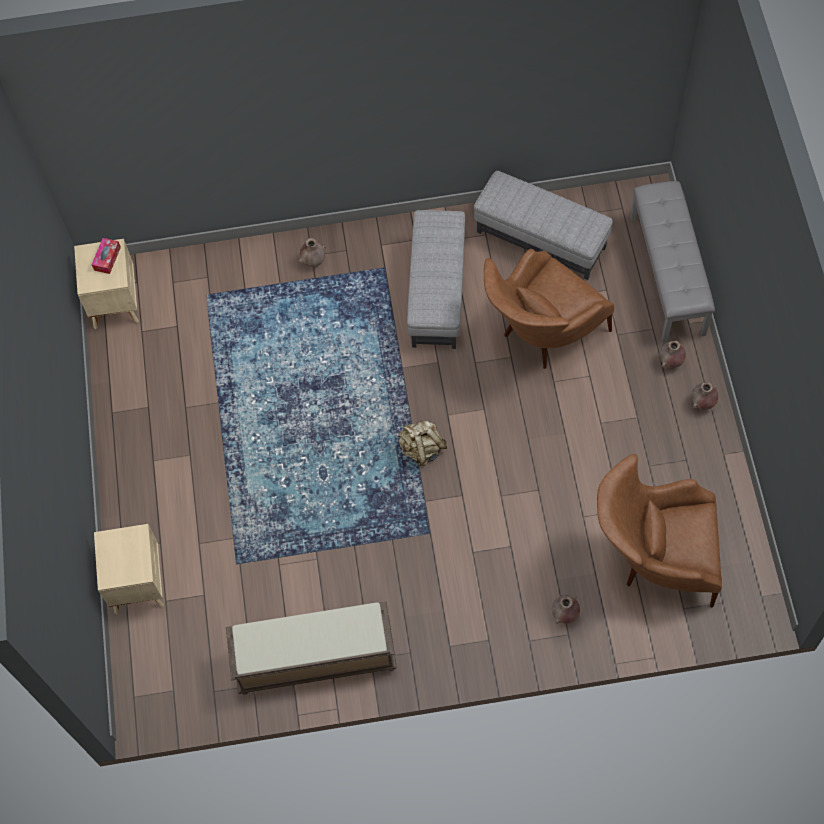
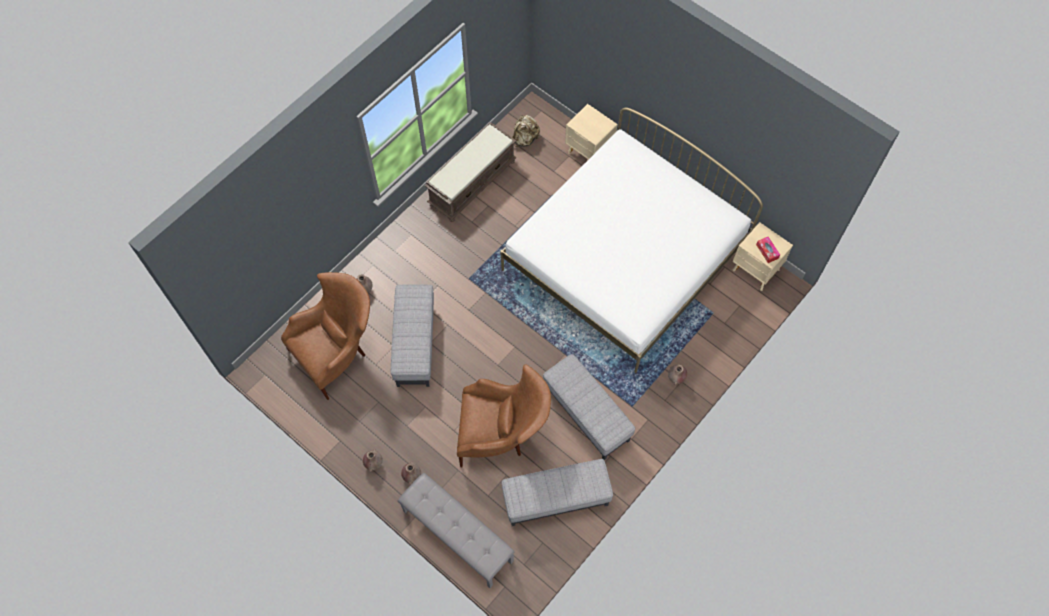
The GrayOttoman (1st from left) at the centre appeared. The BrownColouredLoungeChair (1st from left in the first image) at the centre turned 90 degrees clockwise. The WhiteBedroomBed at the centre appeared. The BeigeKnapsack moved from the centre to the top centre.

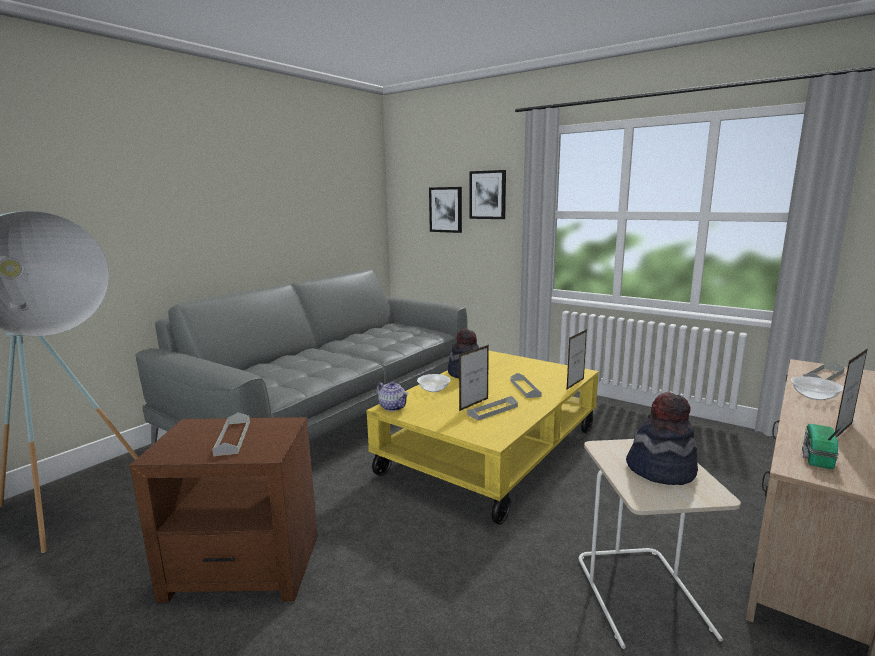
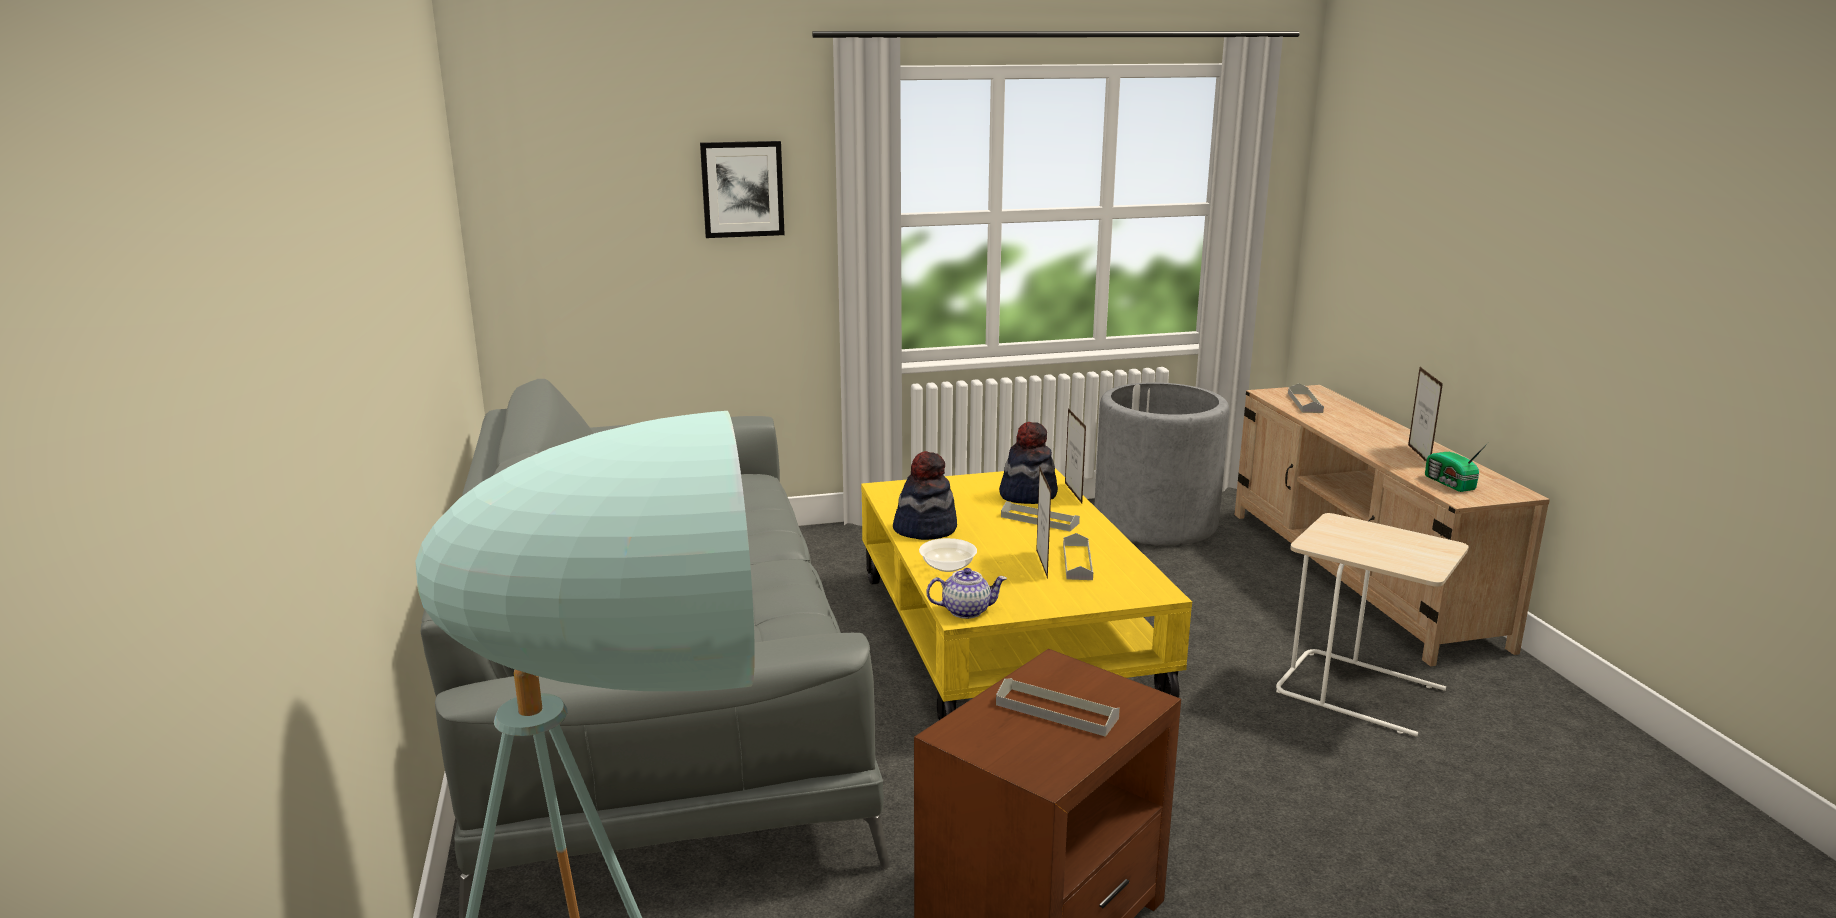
The WearableHat (2nd from left) moved from the bottom right to the centre. The GrayPlantPot at the centre appeared. The WallPicture (1st from left) at the top centre disappeared. The Bowl (2nd from left) at the middle right disappeared.

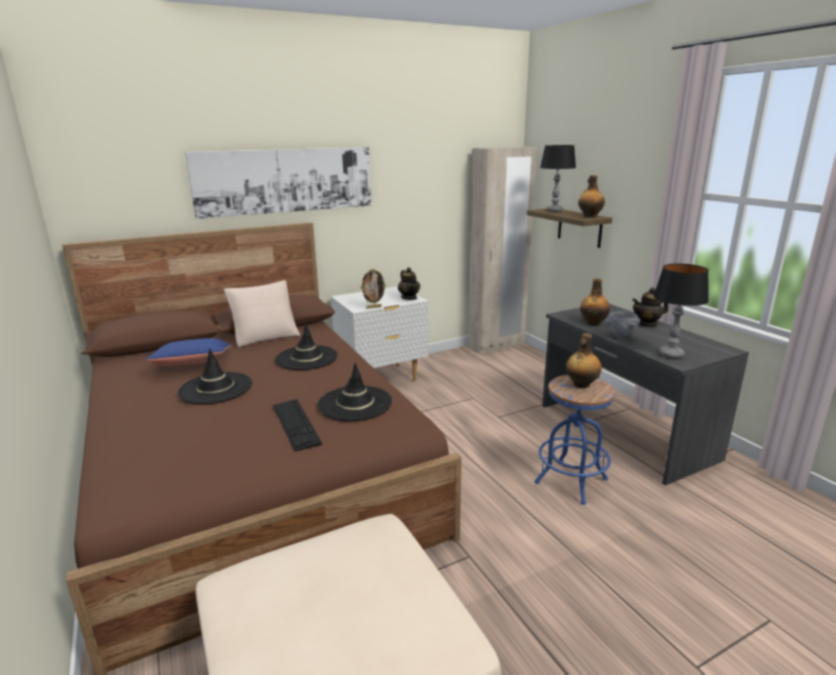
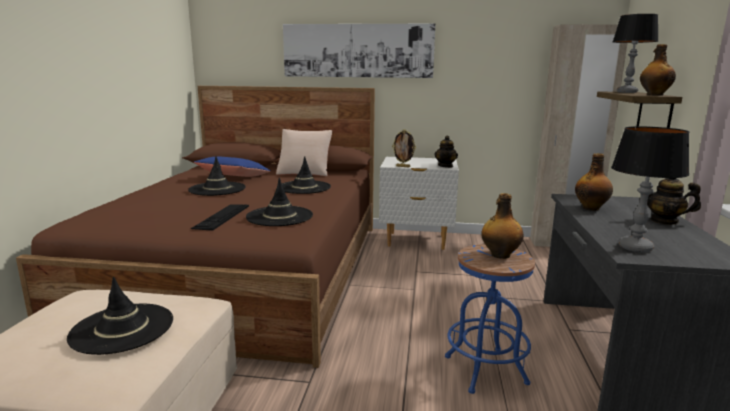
The BlackColouredWearableHat (1st from left) at the bottom left appeared. The GrayBowl at the middle right disappeared.

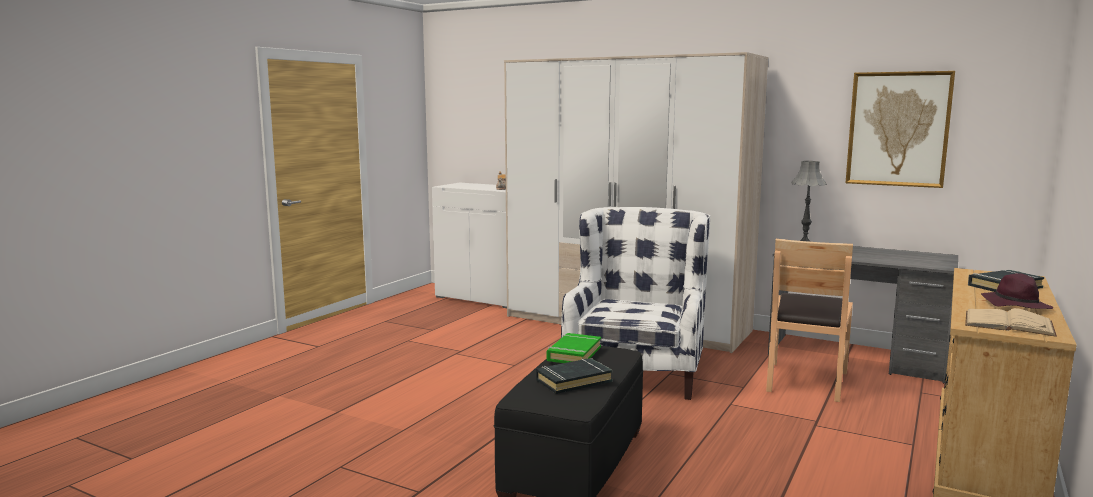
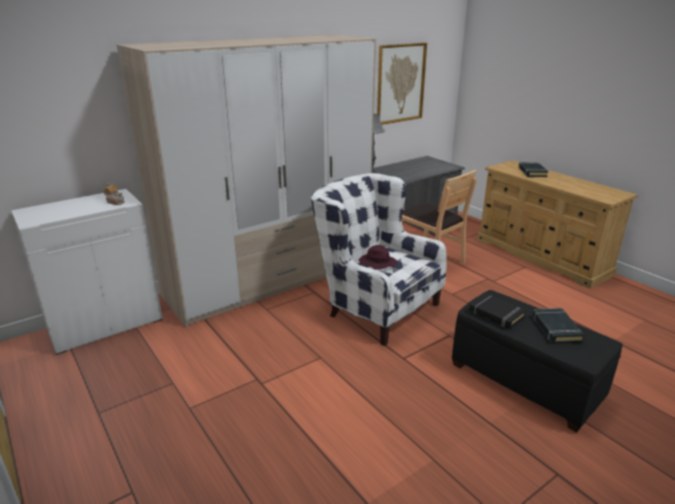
The PurpleWearableHat moved from the middle right to the centre. The GreenishBoundBook at the bottom centre became the BlackColouredBoundBook (1st from left) at the middle right. The BeigeBoundBook at the middle right disappeared.

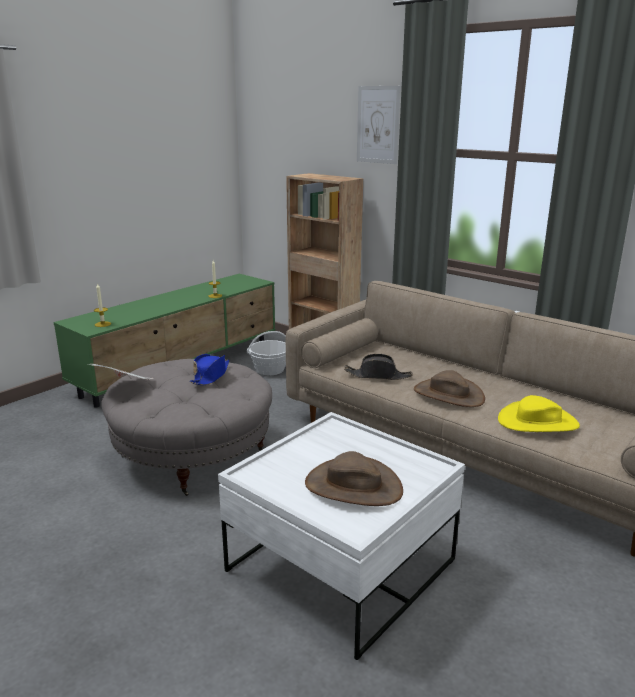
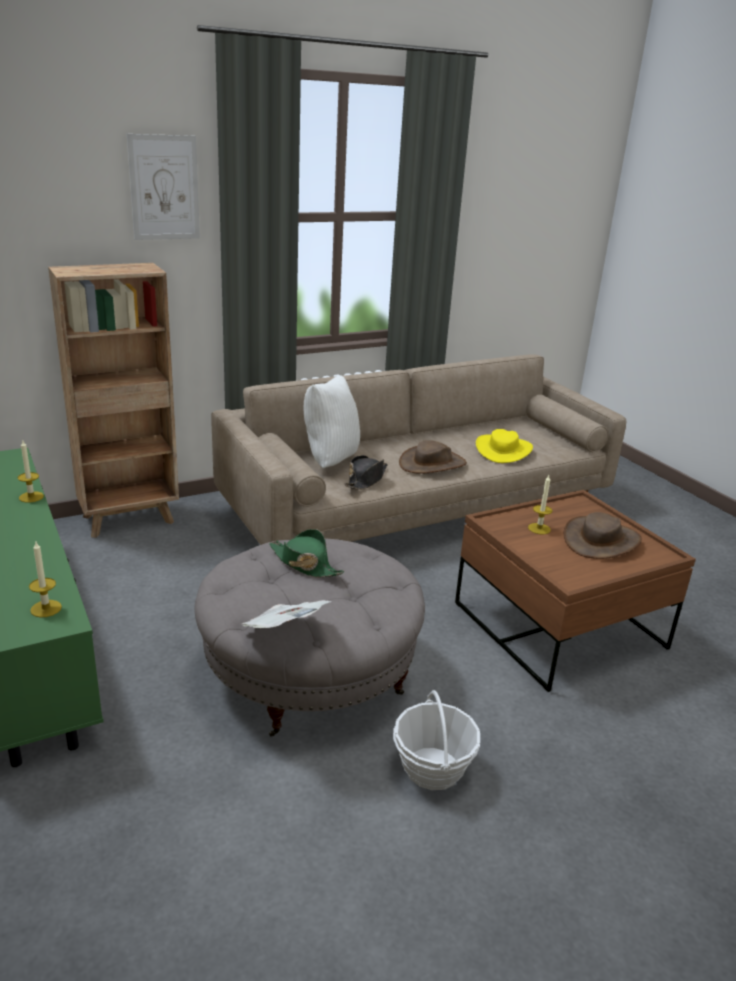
The BlueWearableHat at the middle left became the GreenishWearableHat at the centre. The WhitePillow at the centre appeared. The HouseholdBasket moved from the centre to the bottom centre. The WhiteLoungeTable at the bottom centre became the BrownColouredLoungeTable at the middle right. The WaxLight (3rd from left) at the middle right appeared.

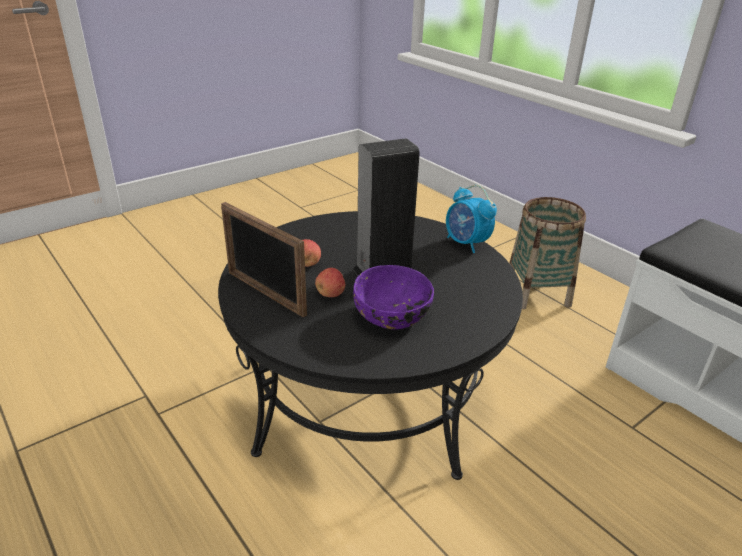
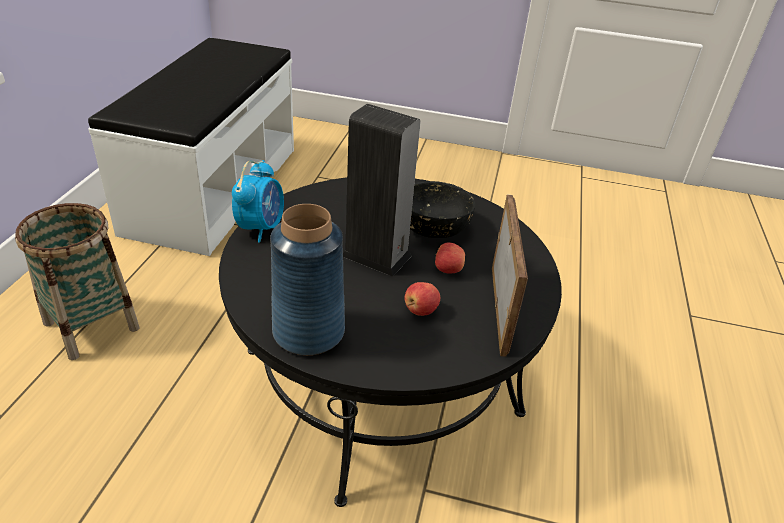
The BlueVase at the centre appeared. The PurpleBowl at the centre became the BlackColouredBowl at the centre.

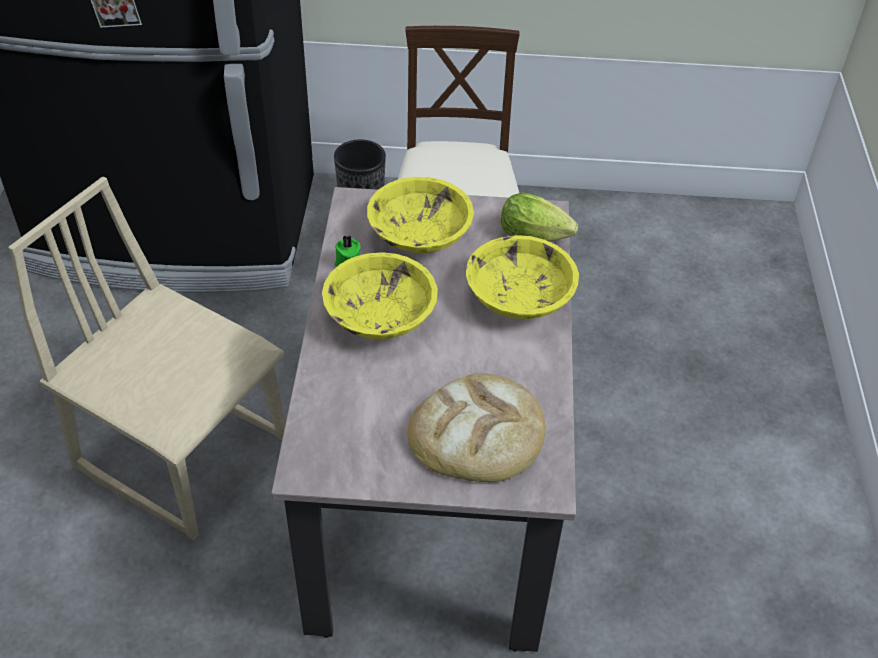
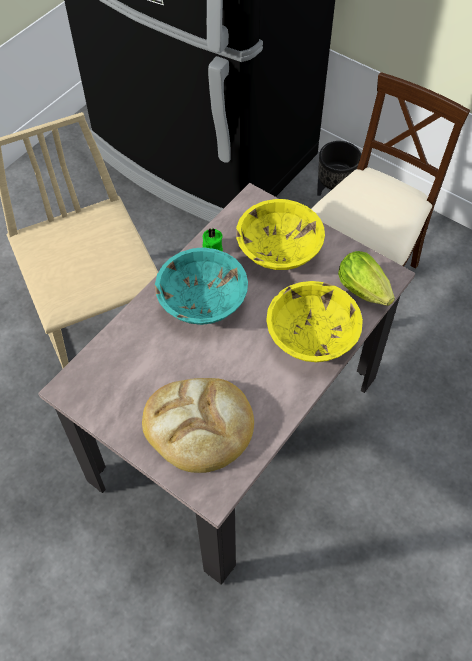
The YellowColouredBowl (1st from left) at the centre became the TurquoiseBowl at the centre.

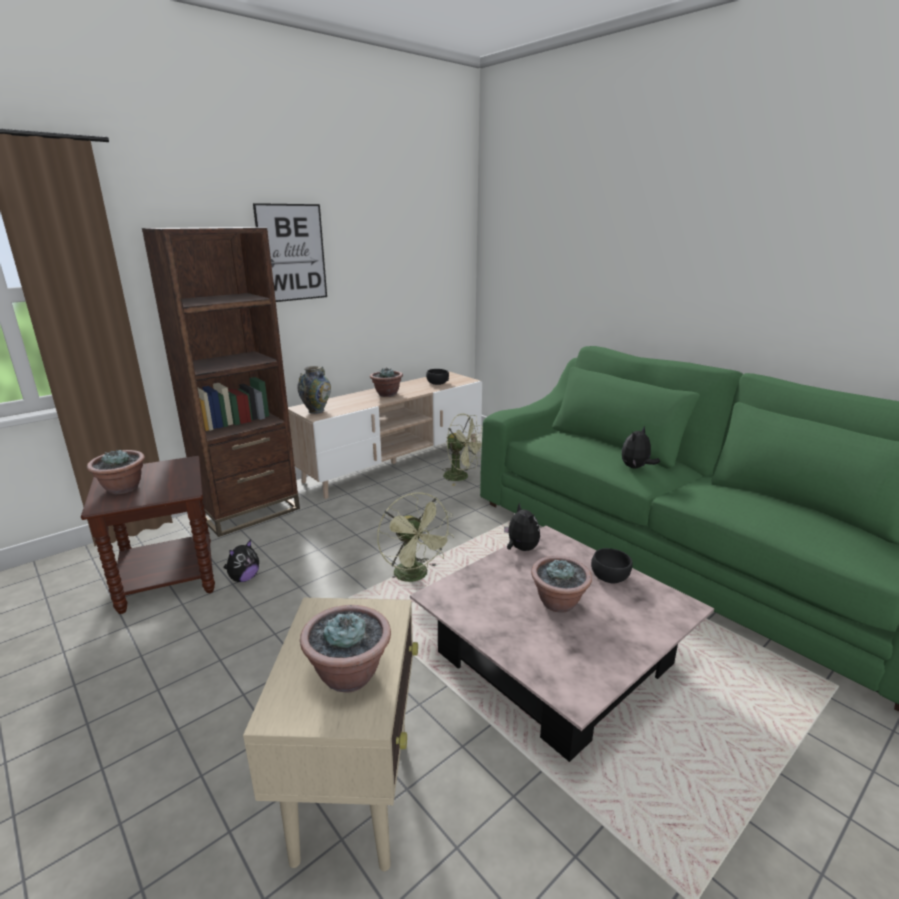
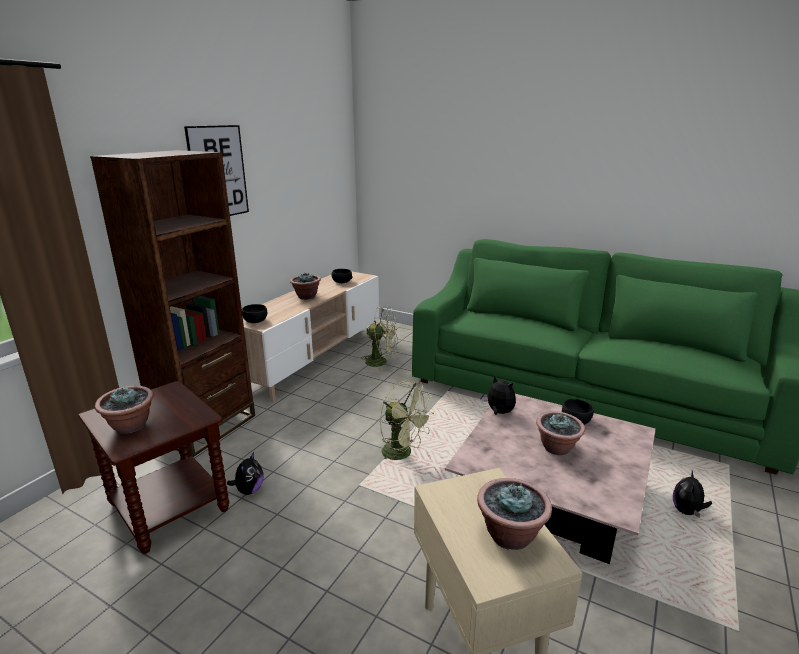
The Vase at the centre was replaced by the BlackColouredBowl (1st from left) at the middle left. The PlushToy (3rd from left) moved from the middle right to the bottom right.

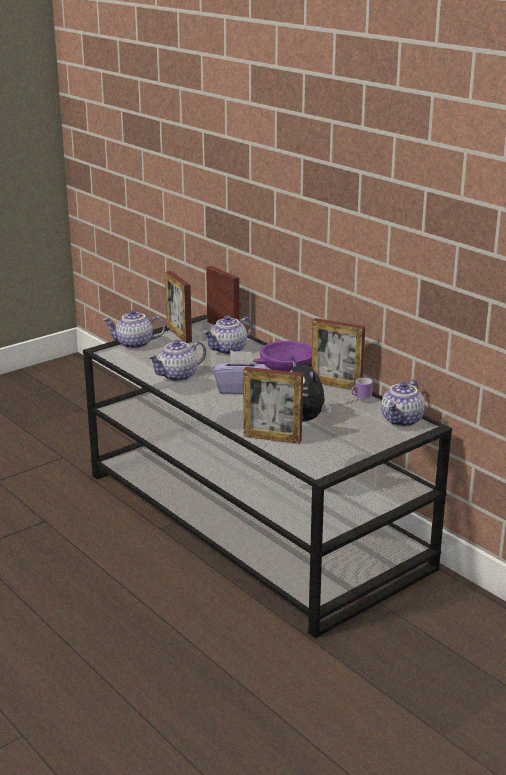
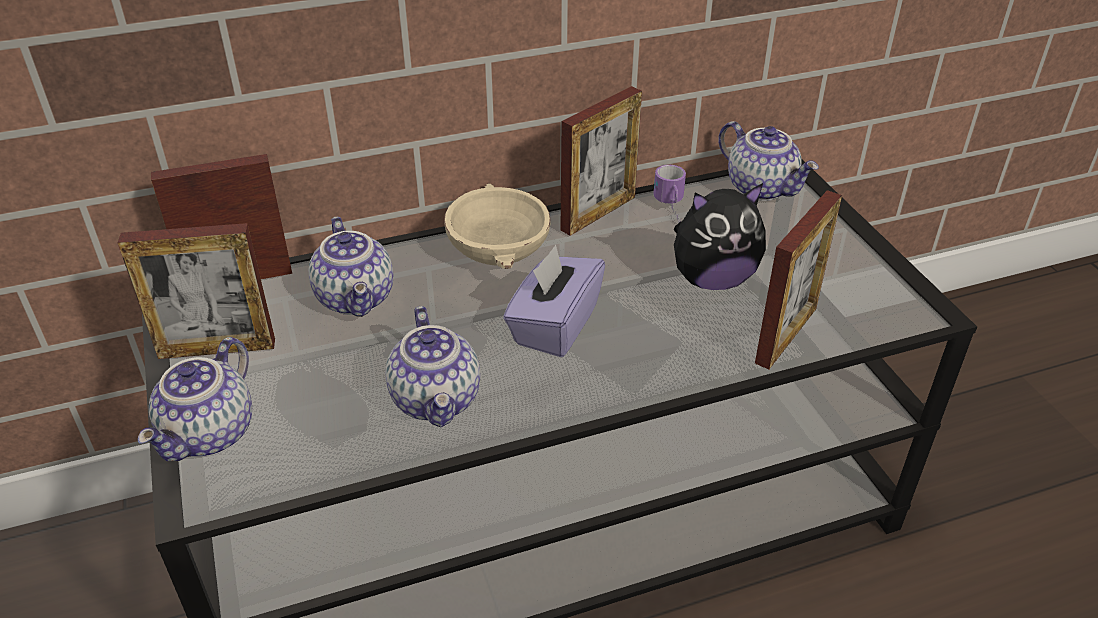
The PurpleBowl at the centre became the BeigeBowl at the centre.

